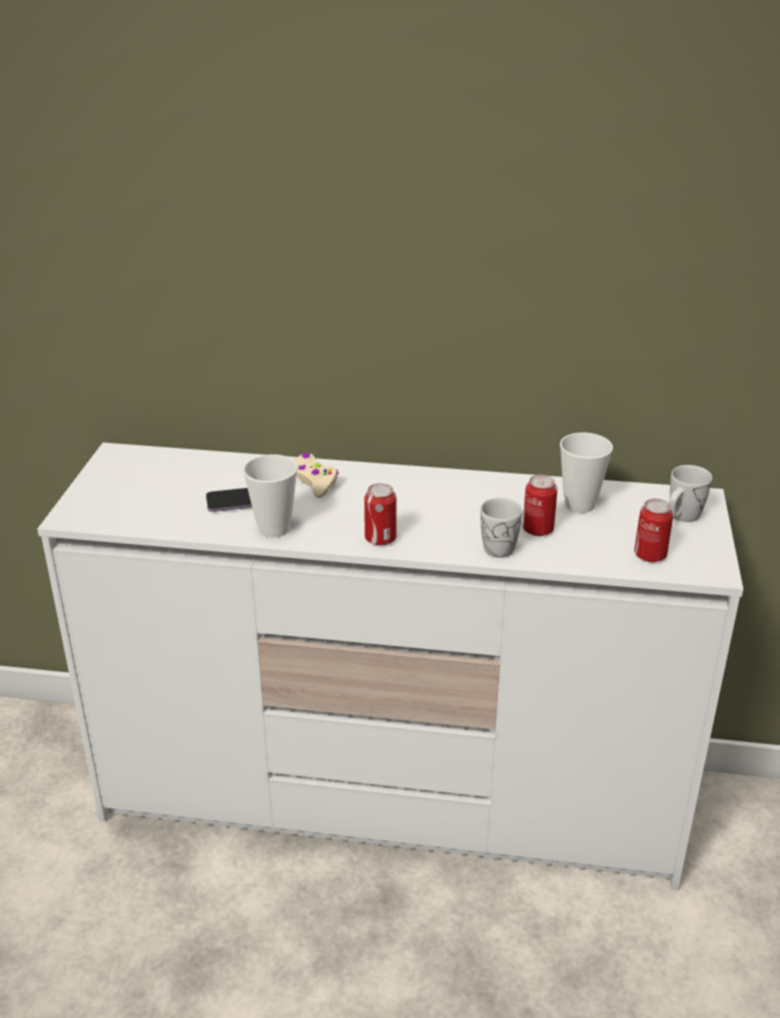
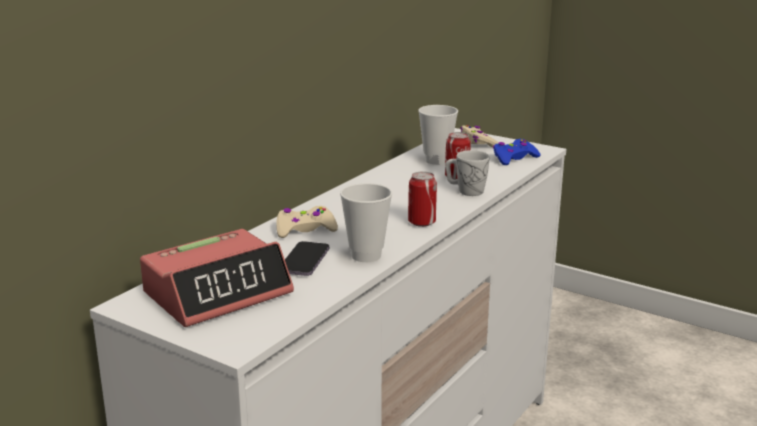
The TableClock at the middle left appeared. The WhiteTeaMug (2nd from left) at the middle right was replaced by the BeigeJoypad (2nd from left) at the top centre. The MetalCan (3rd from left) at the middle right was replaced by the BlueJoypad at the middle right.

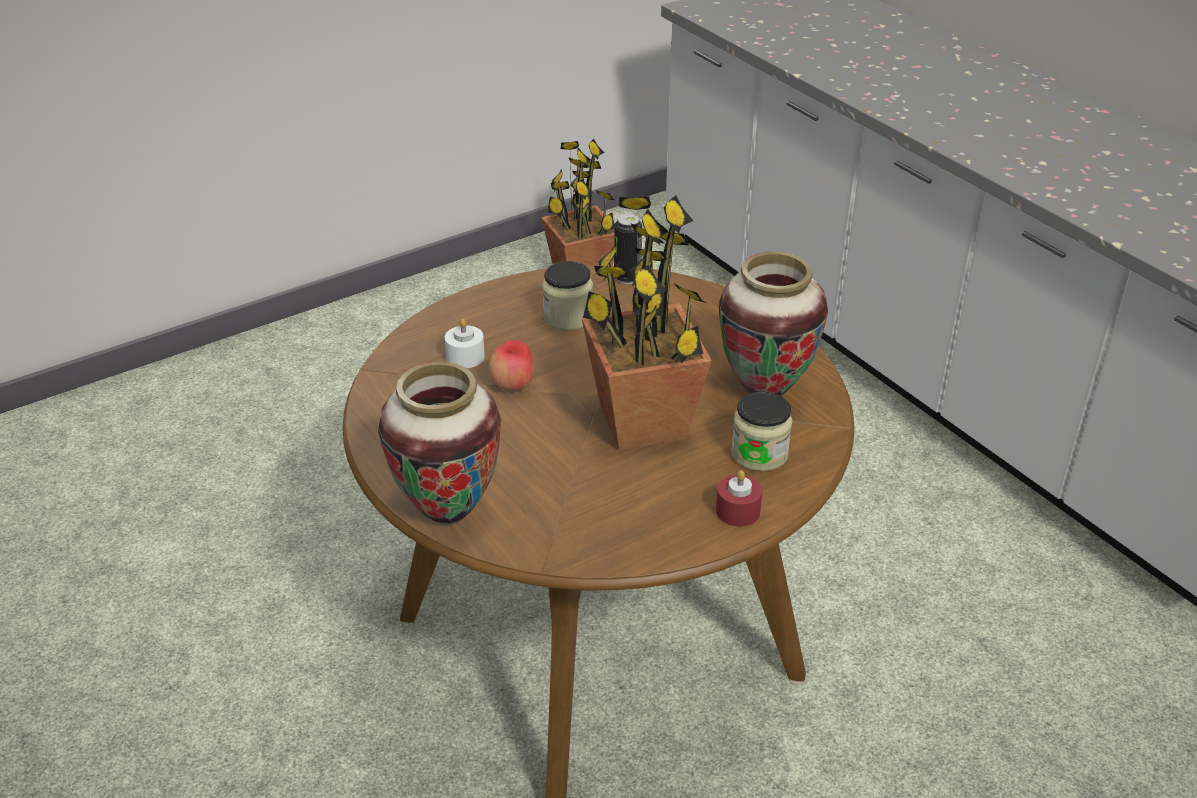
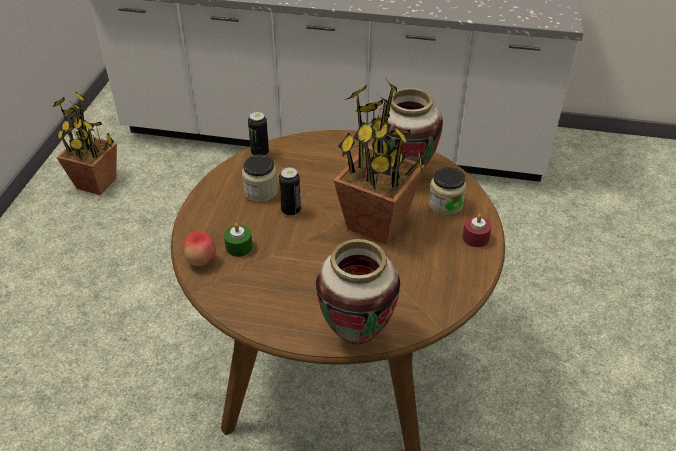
The WholeApple moved from the centre to the middle left. The WhiteWaxLight at the centre became the GreenishWaxLight at the centre. The MetalCan (2nd from left) at the centre appeared.

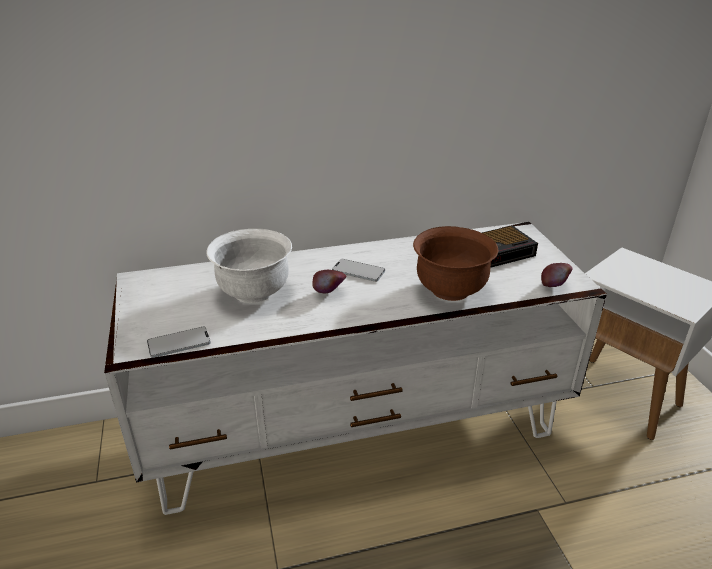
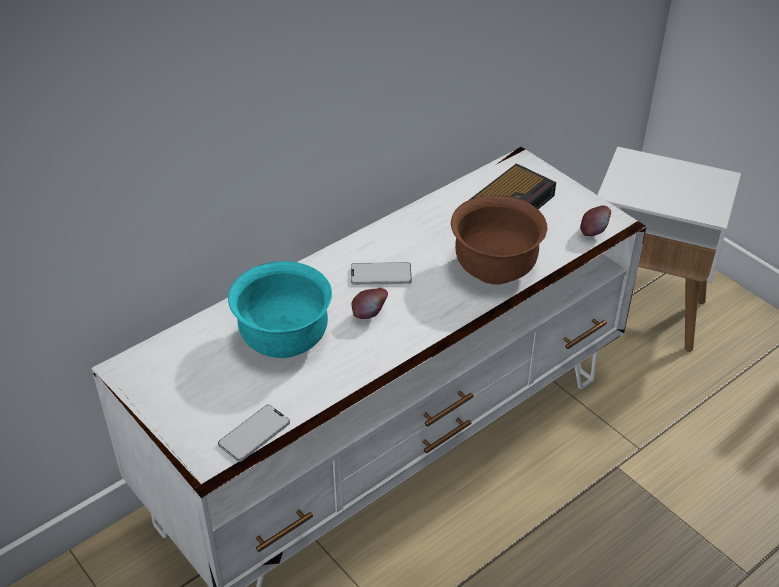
The WhiteBowl at the centre became the TurquoiseBowl at the centre.

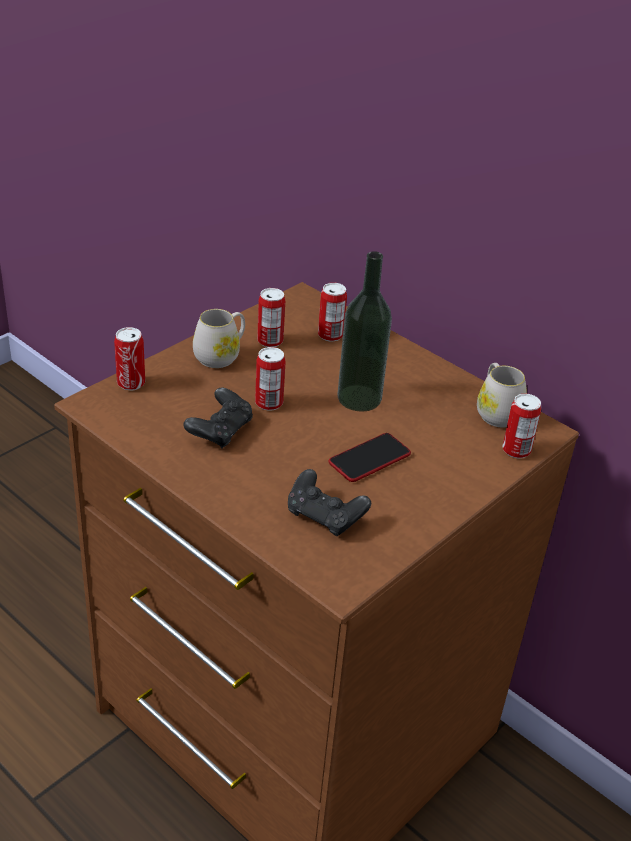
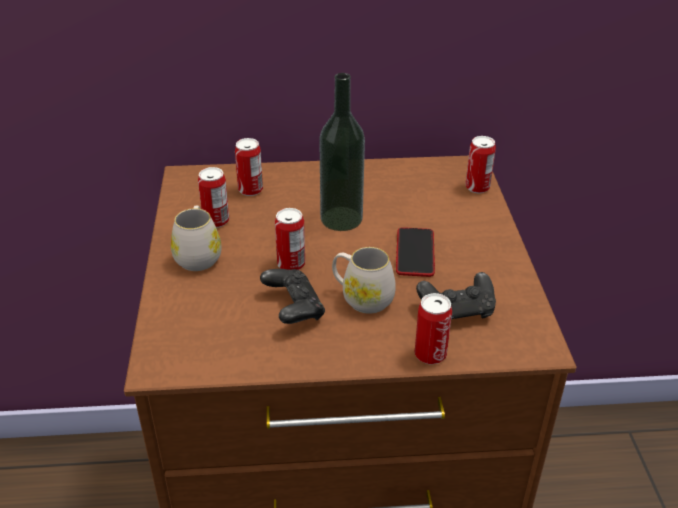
The WhiteTeaMug (2nd from left) moved from the middle right to the centre. The MetalCan (1st from left in the first image) moved from the middle left to the centre.

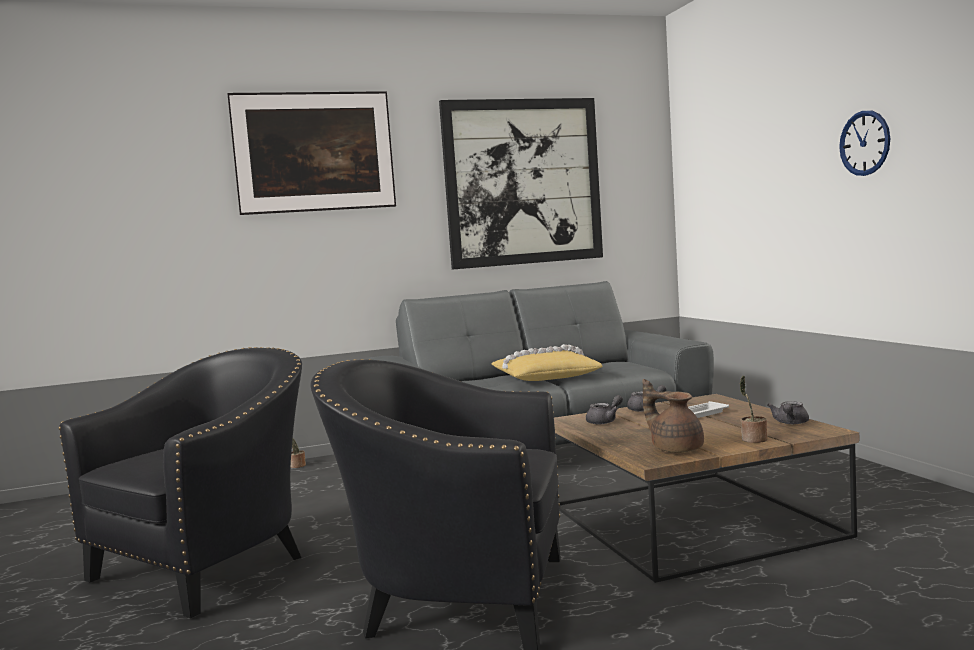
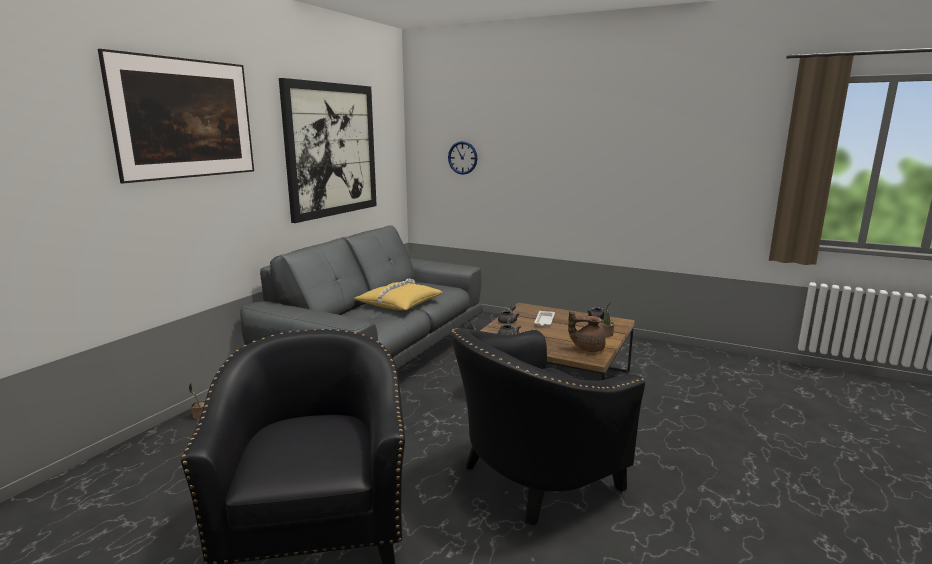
The HangingClock moved from the top right to the top centre.

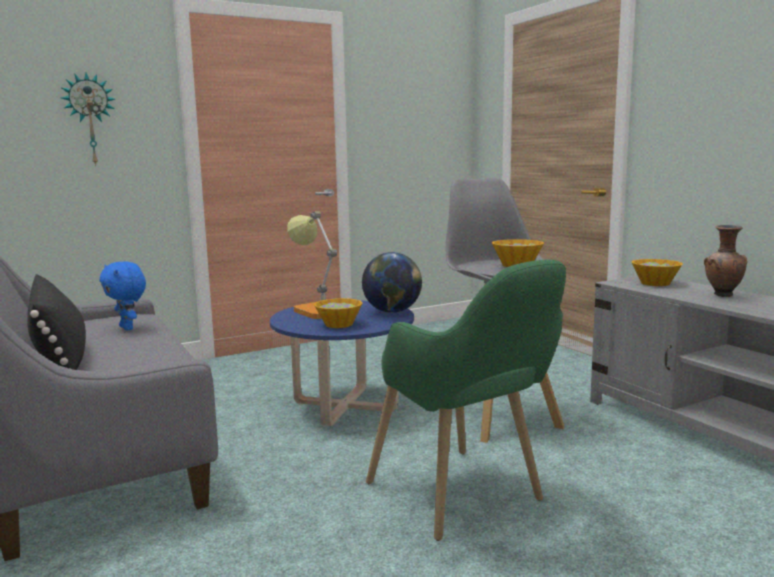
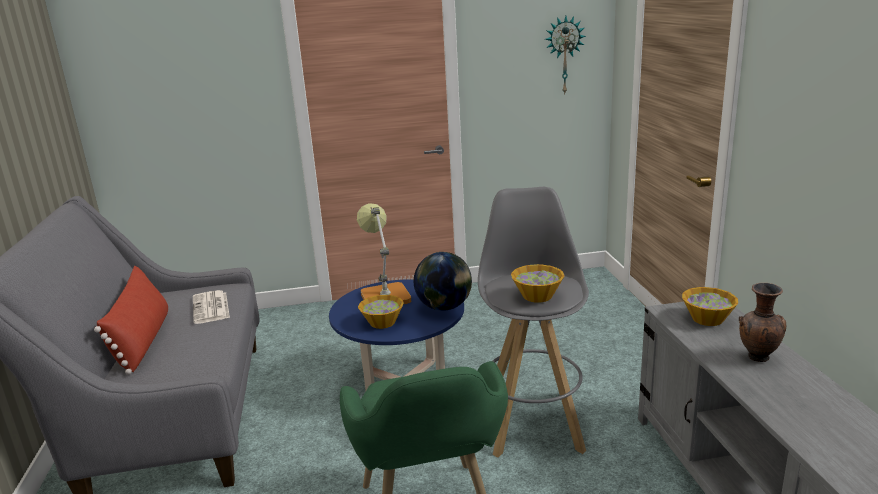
The BlackColouredPillow at the middle left became the RedPillow at the middle left. The BluePlushToy at the middle left was replaced by the Newspaper at the middle left. The HangingClock moved from the top left to the top centre.

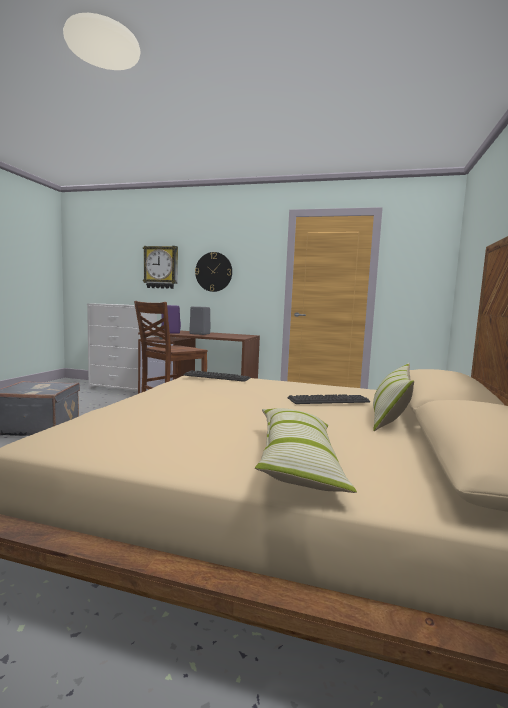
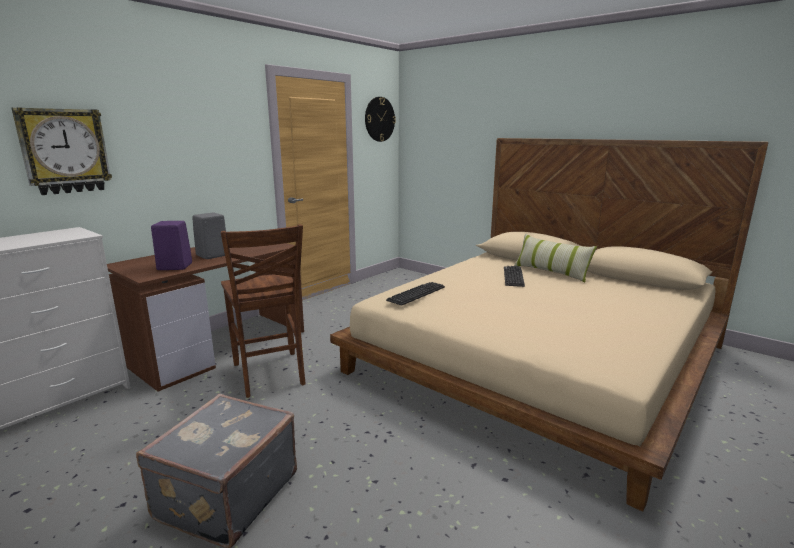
The HangingClock (2nd from left) moved from the centre to the top centre. The Pillow (1st from left) at the centre disappeared.

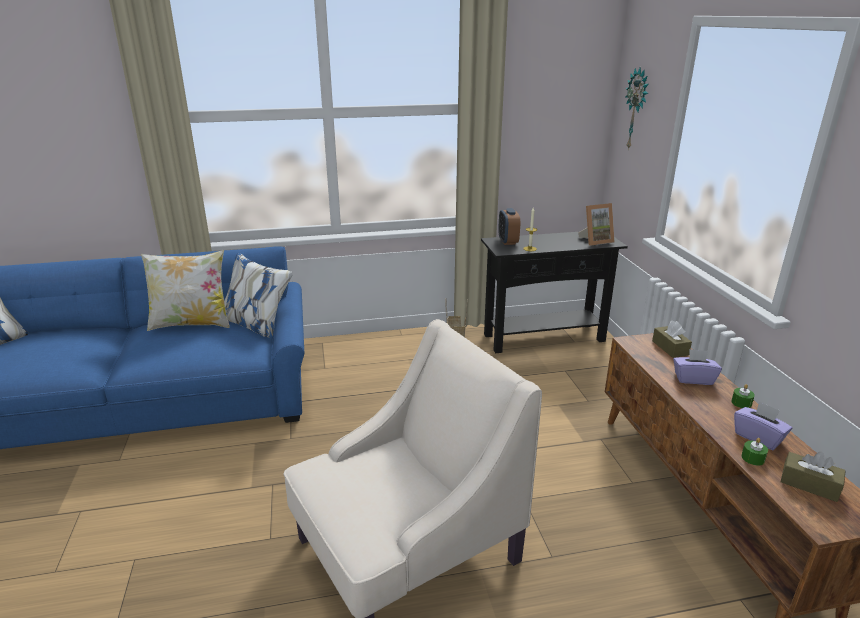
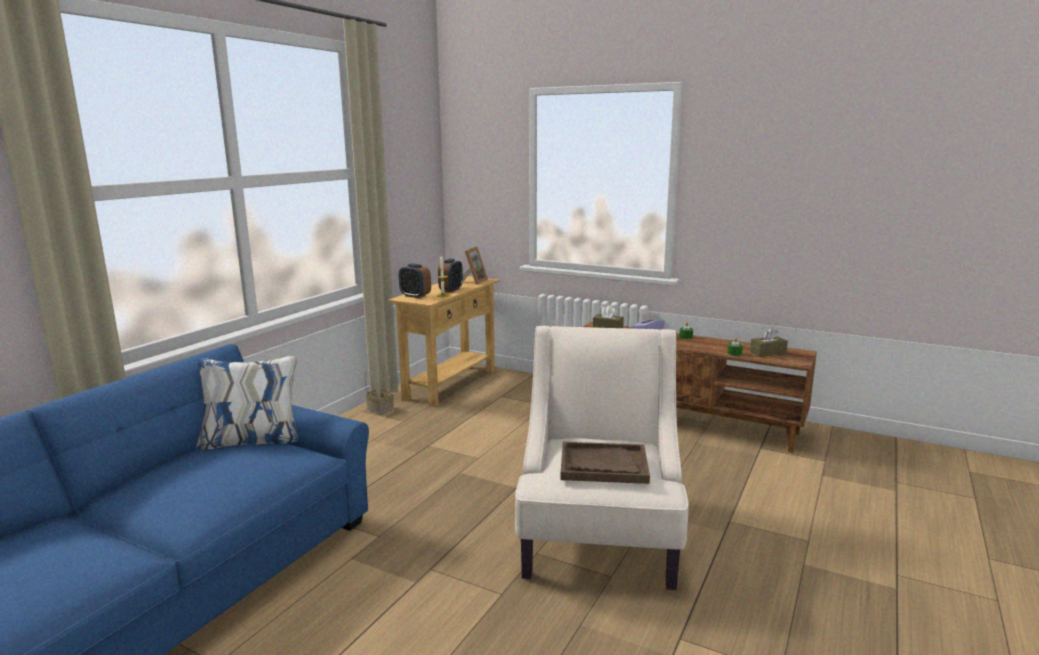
The BlackColouredHallTable at the centre became the BeigeHallTable at the centre. The TableClock (2nd from left) at the centre appeared. The BrownColouredTray at the bottom centre appeared. The Pillow at the middle left disappeared. The HangingClock at the top right disappeared. The PurpleBoxOfTissues (2nd from left) at the bottom right disappeared.

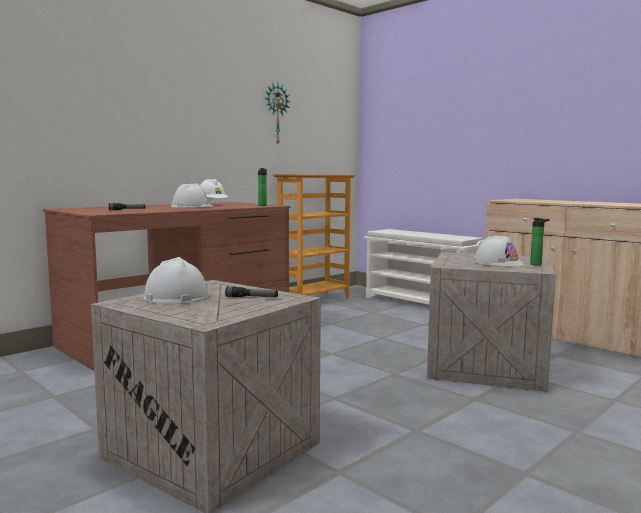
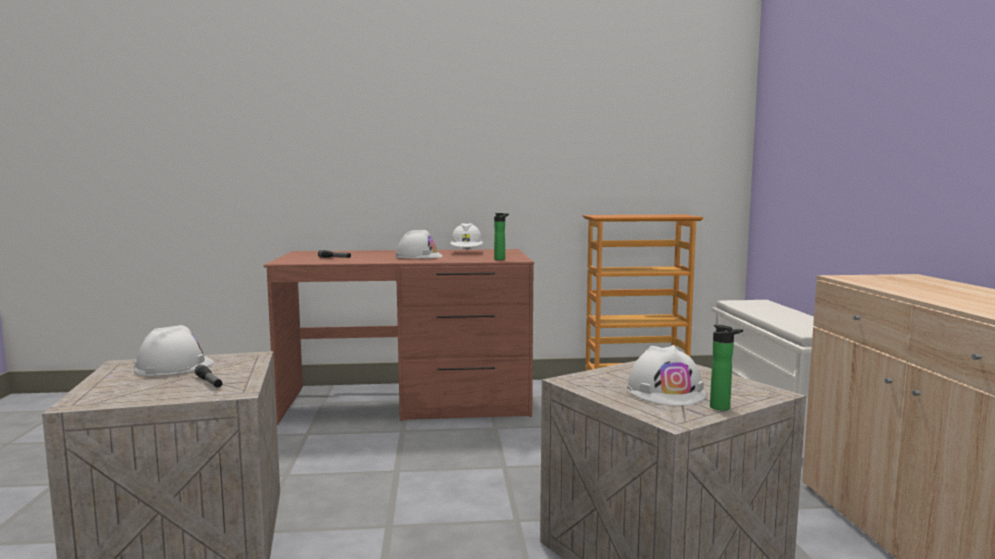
The HangingClock at the top centre disappeared.

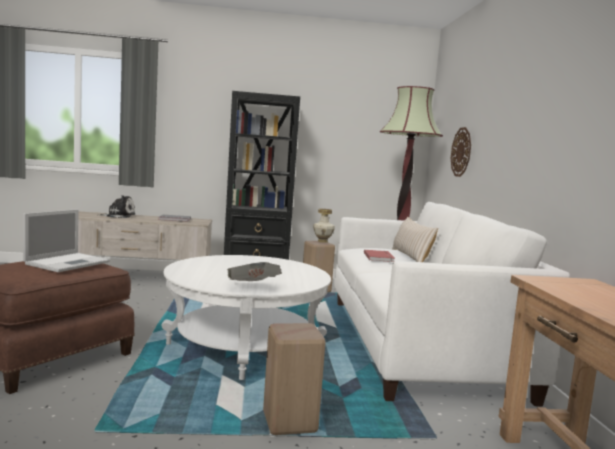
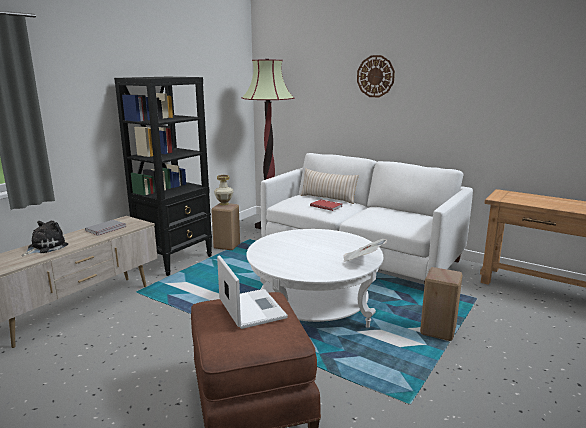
The HangingClock moved from the middle right to the top centre.

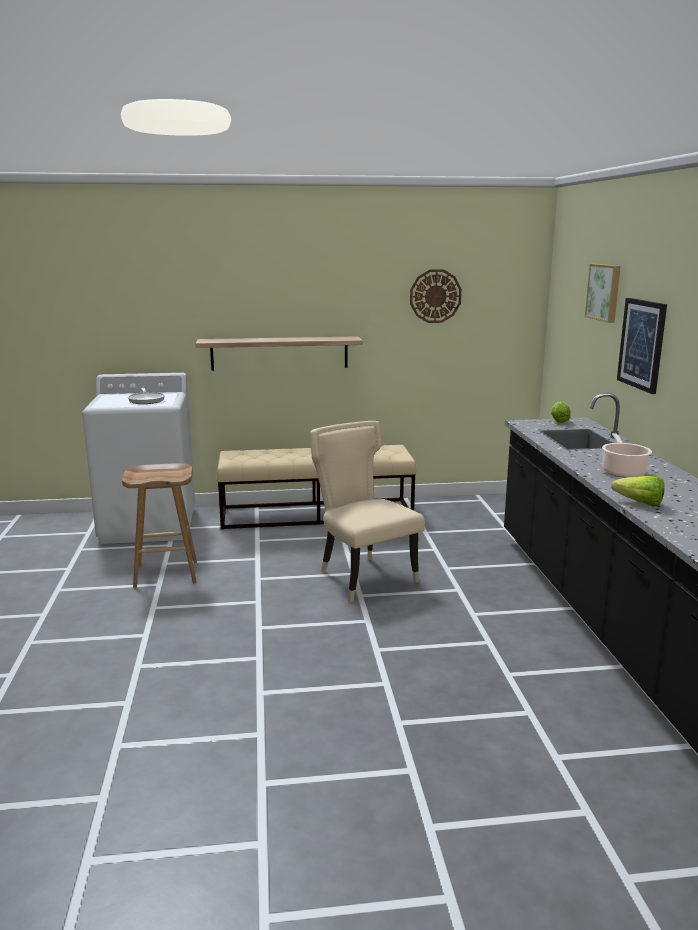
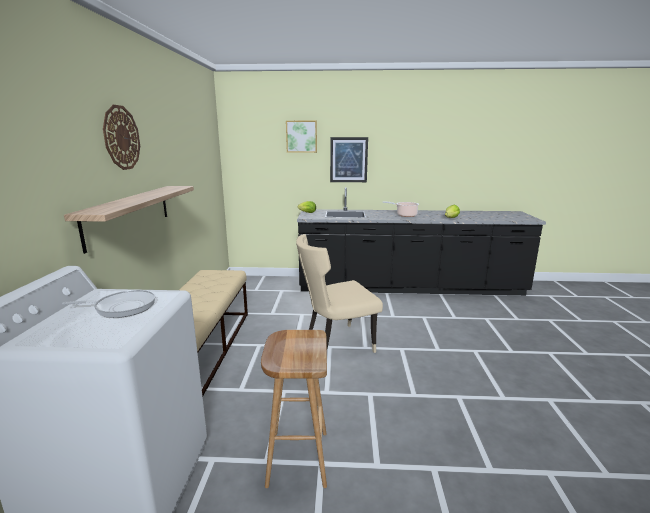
The HangingClock moved from the top centre to the top left.

